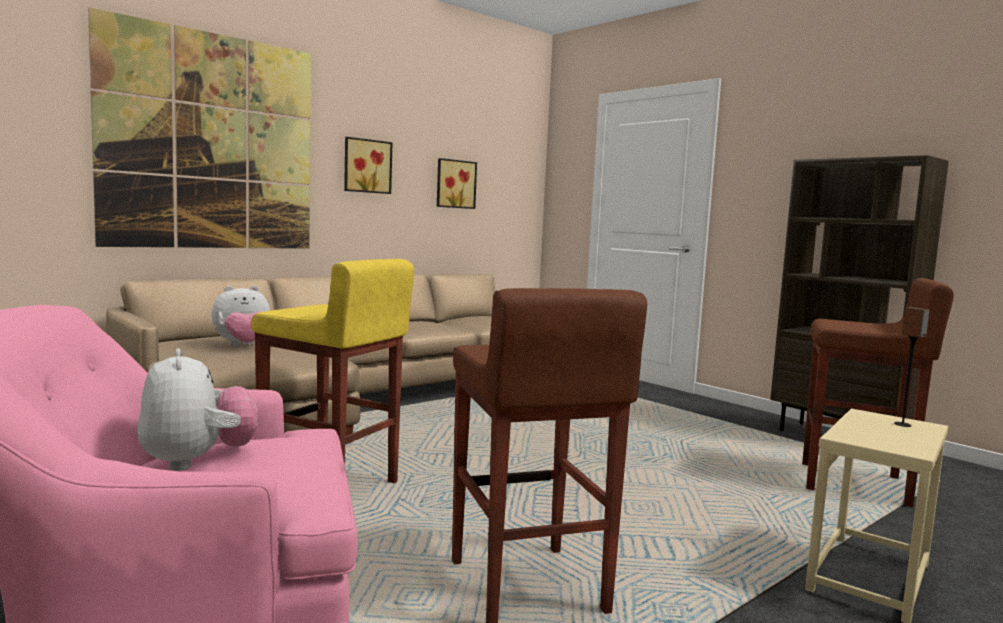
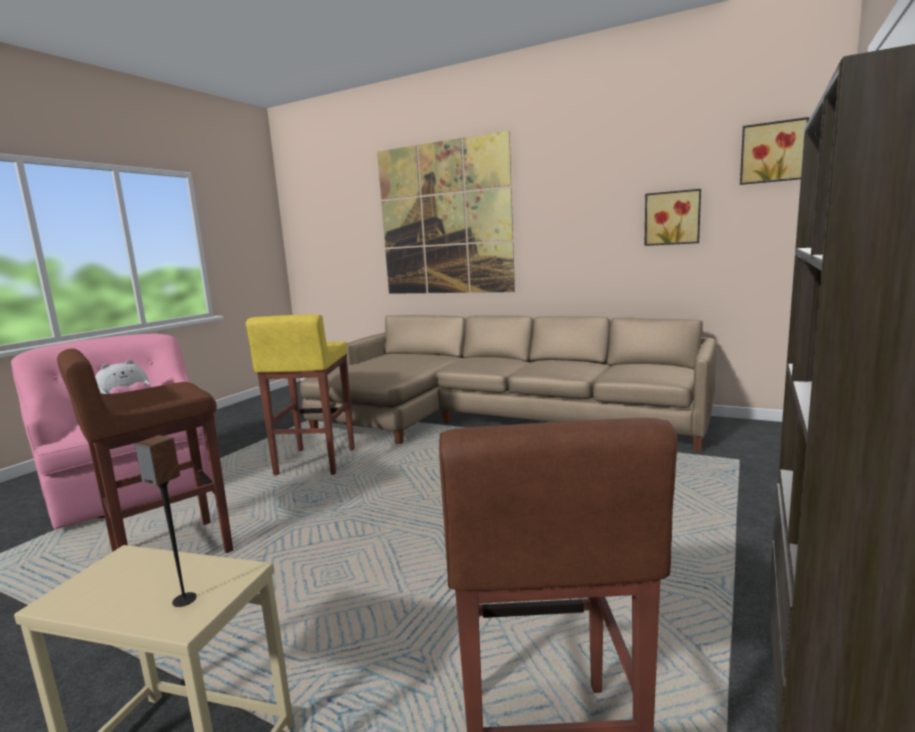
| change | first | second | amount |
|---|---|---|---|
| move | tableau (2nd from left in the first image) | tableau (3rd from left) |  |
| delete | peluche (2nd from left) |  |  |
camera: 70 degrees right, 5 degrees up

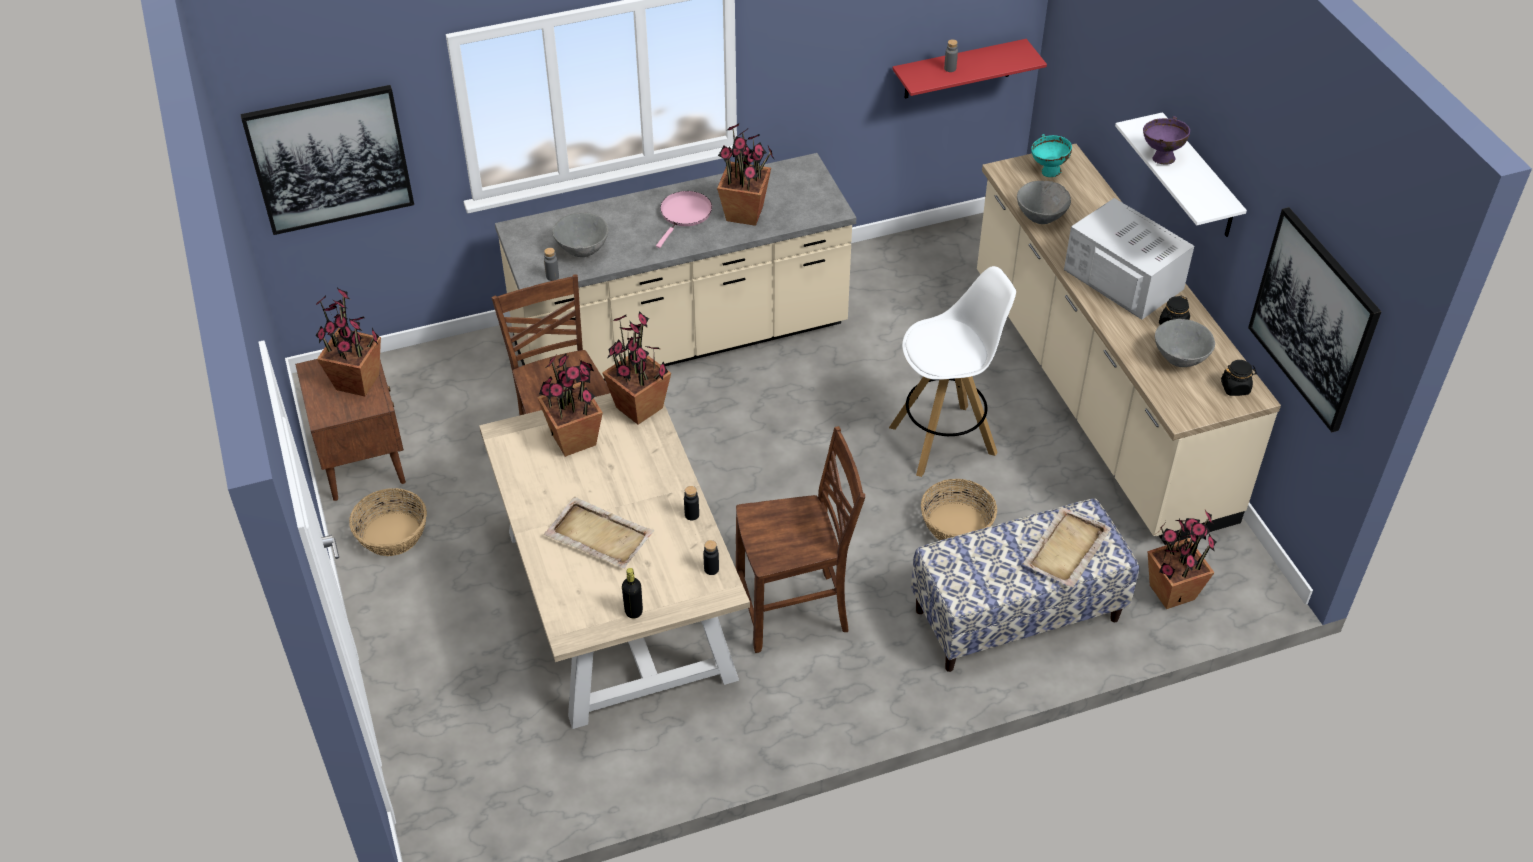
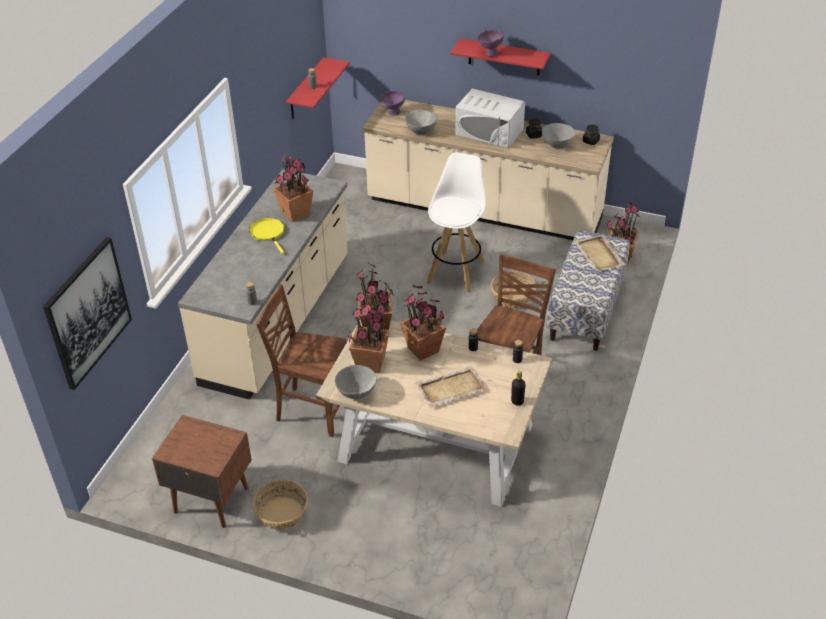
| change | first | second | amount |
|---|---|---|---|
| recolor | étagère (blanc) | étagère (rouge) (2nd from left) |  |
| recolor | bol (turquoise) | bol (violet) (1st from left) |  |
| recolor | poêle (rose) | poêle (jaune) |  |
| rotate | micro-ondes (blanc) |  | 150 degrees counterclockwise |
| delete | tableau (2nd from left) |  |  |
| move | bol (gris) (1st from left) |  |  |
| move | plante en pot (1st from left in the first image) | plante en pot (4th from left) |  |
camera: 50 degrees left, 5 degrees down

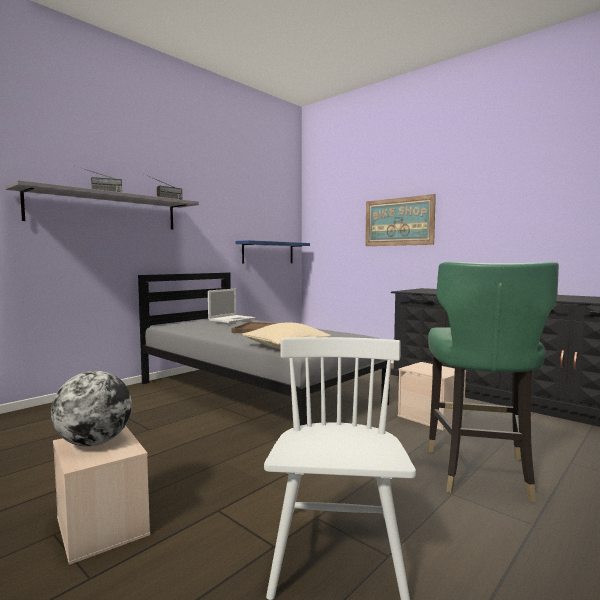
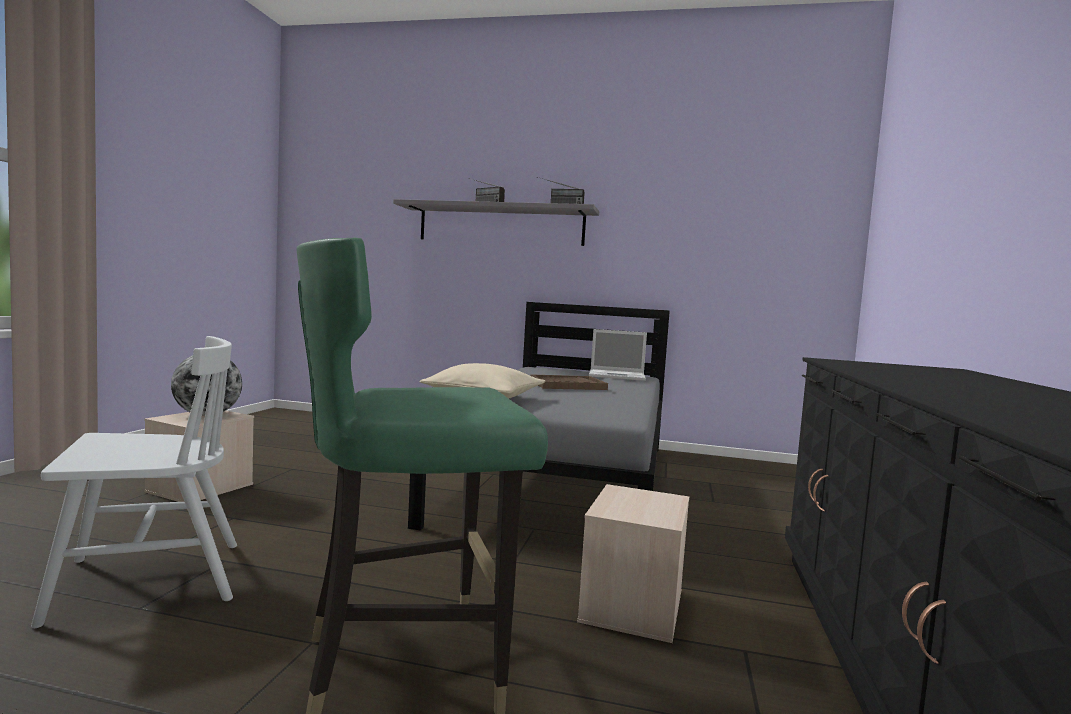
| change | first | second | amount |
|---|---|---|---|
| delete | tableau |  |  |
| delete | étagère (bleu) |  |  |
camera: 60 degrees right, 0 degrees up

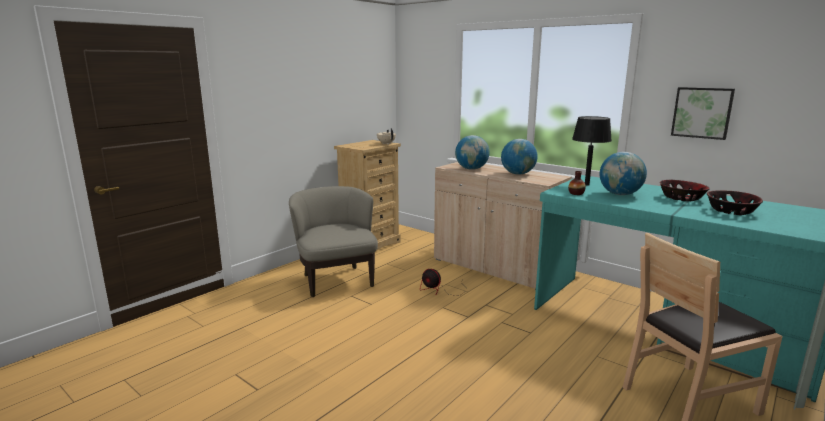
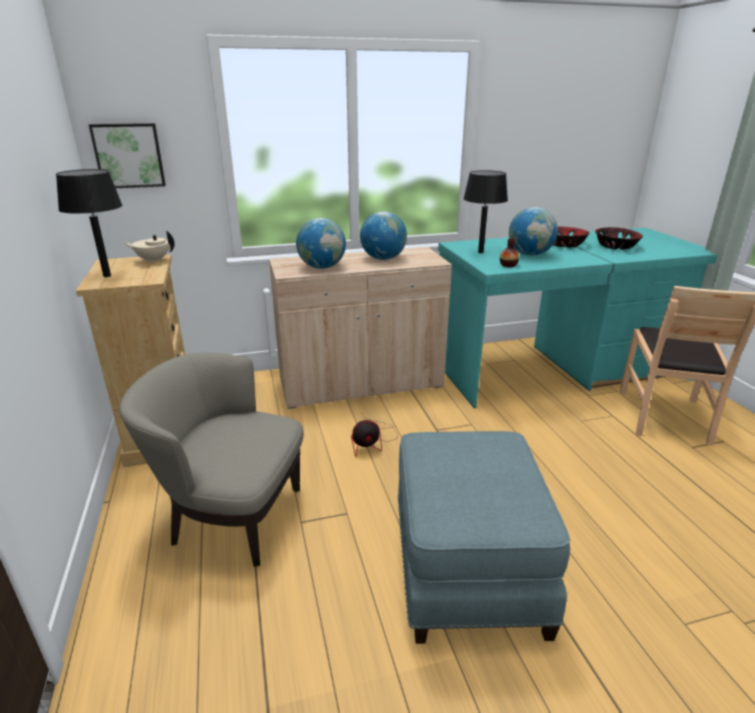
| change | first | second | amount |
|---|---|---|---|
| move | tableau |  |  |
| insert |  | lampe de table (noir) (1st from left) |  |
| insert |  | pouf (bleu) |  |
camera: 55 degrees left, 10 degrees up

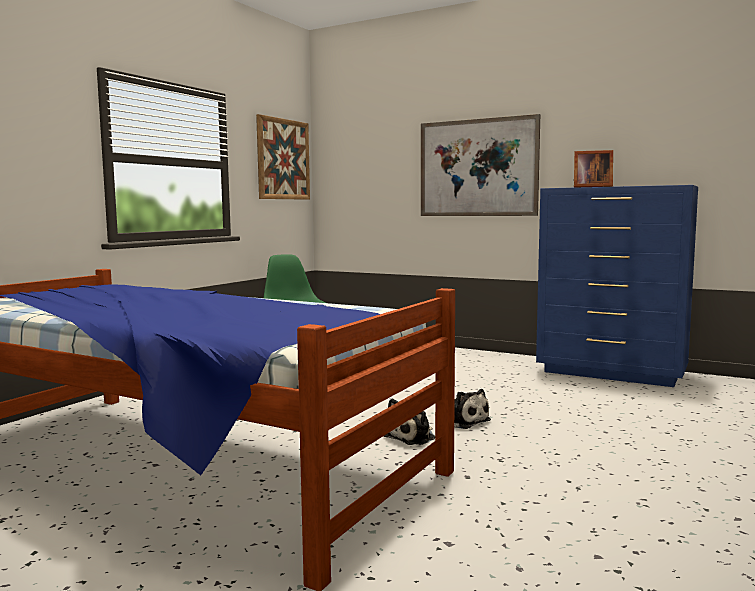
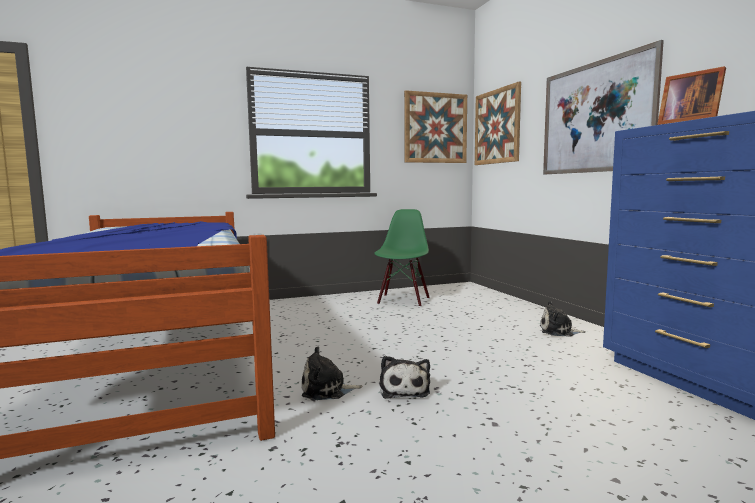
| change | first | second | amount |
|---|---|---|---|
| insert |  | tableau (2nd from left) |  |
| insert |  | peluche (3rd from left) |  |
camera: 40 degrees right, 0 degrees up

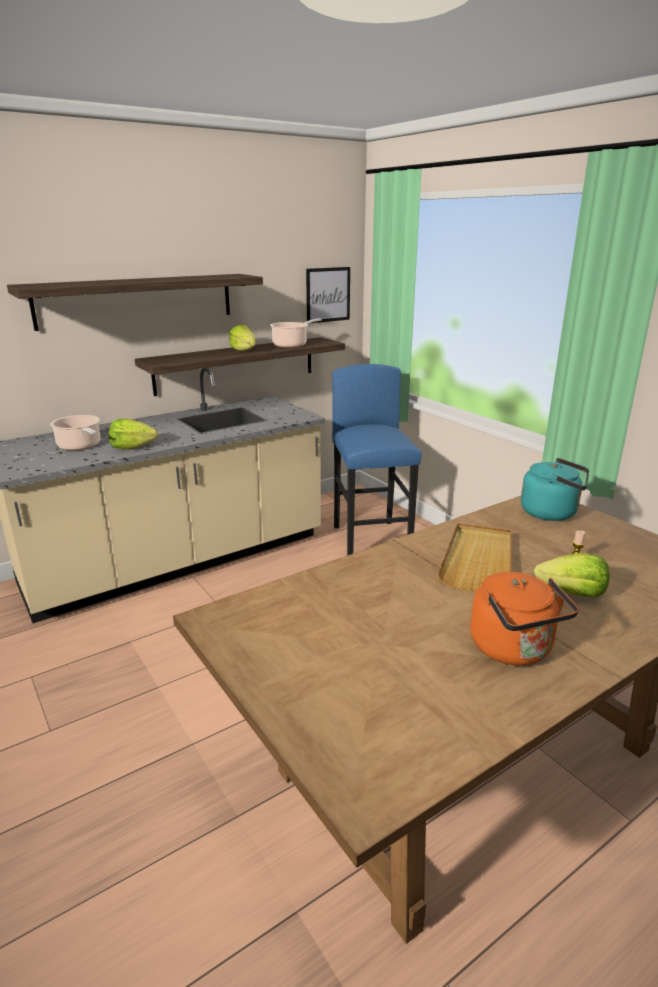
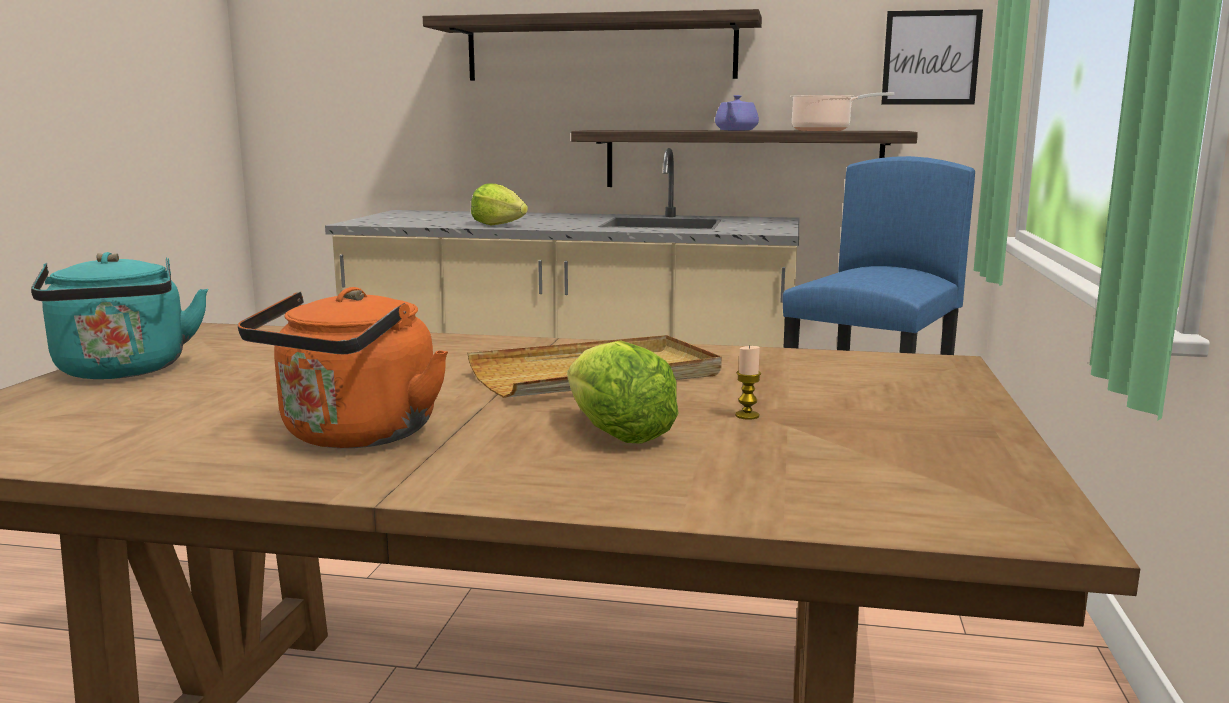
| change | first | second | amount |
|---|---|---|---|
| replace | laitue (2nd from left) | théière (violet) |  |
| delete | marmite (1st from left) |  |  |
| move | bouilloire (turquoise) |  |  |
camera: 45 degrees right, 10 degrees down

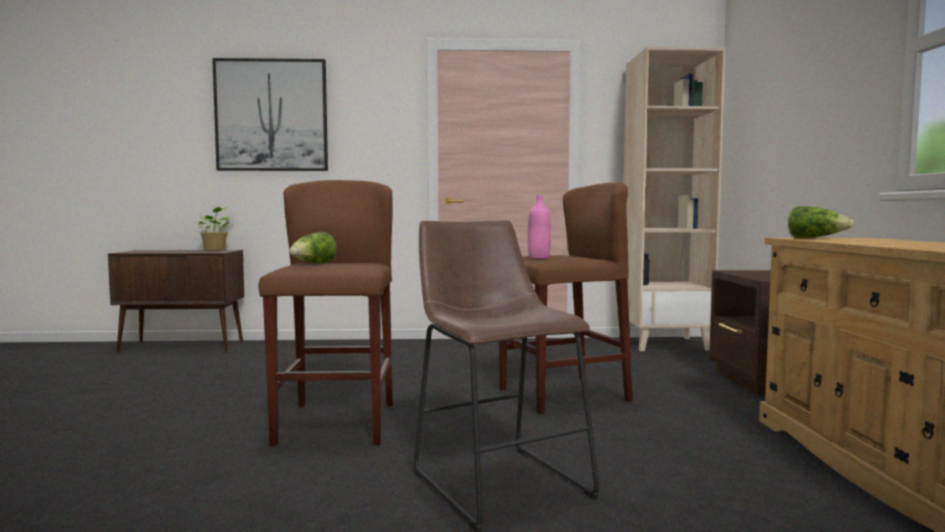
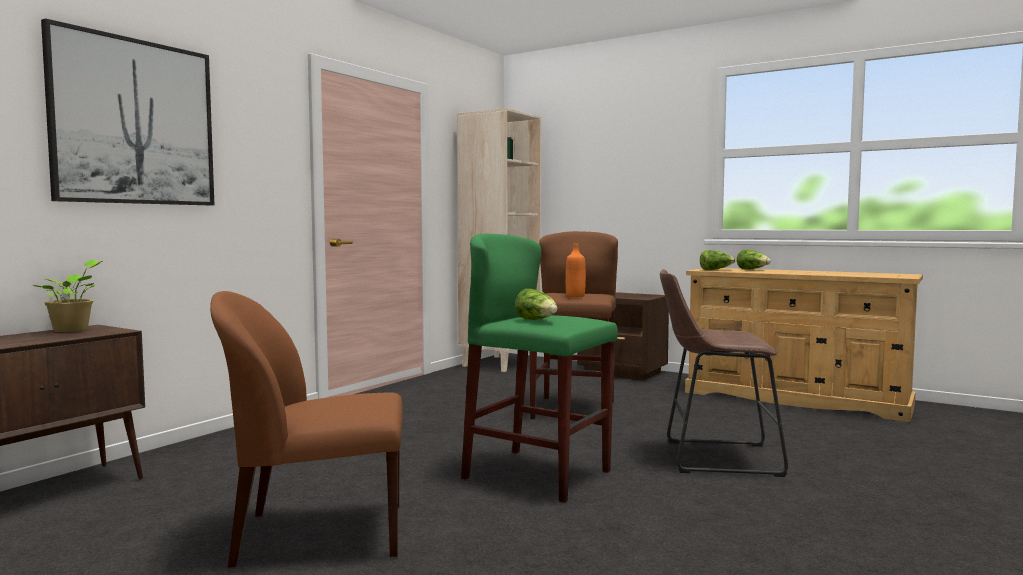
| change | first | second | amount |
|---|---|---|---|
| recolor | tabouret (marron) (1st from left) | tabouret (vert) |  |
| recolor | bouteille (rose) | bouteille (orange) |  |
| insert |  | laitue (3rd from left) |  |
| insert |  | chaise (marron) |  |
camera: 55 degrees left, 0 degrees up

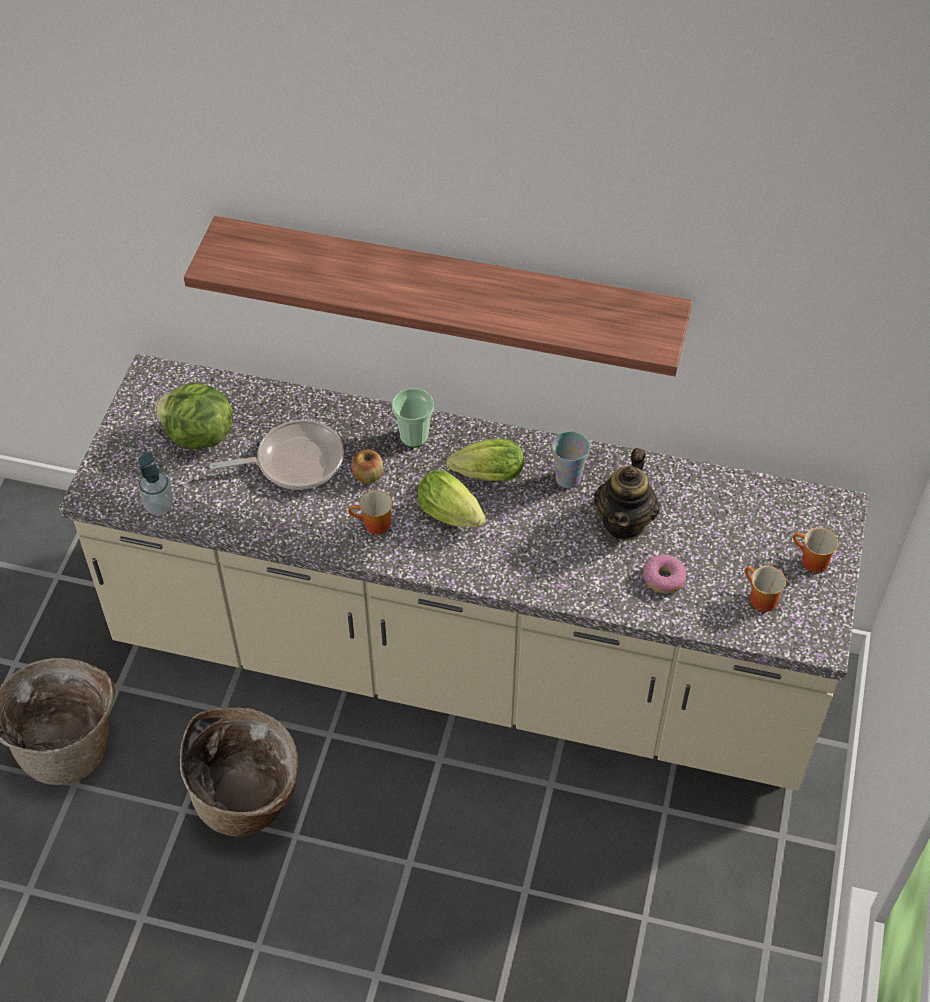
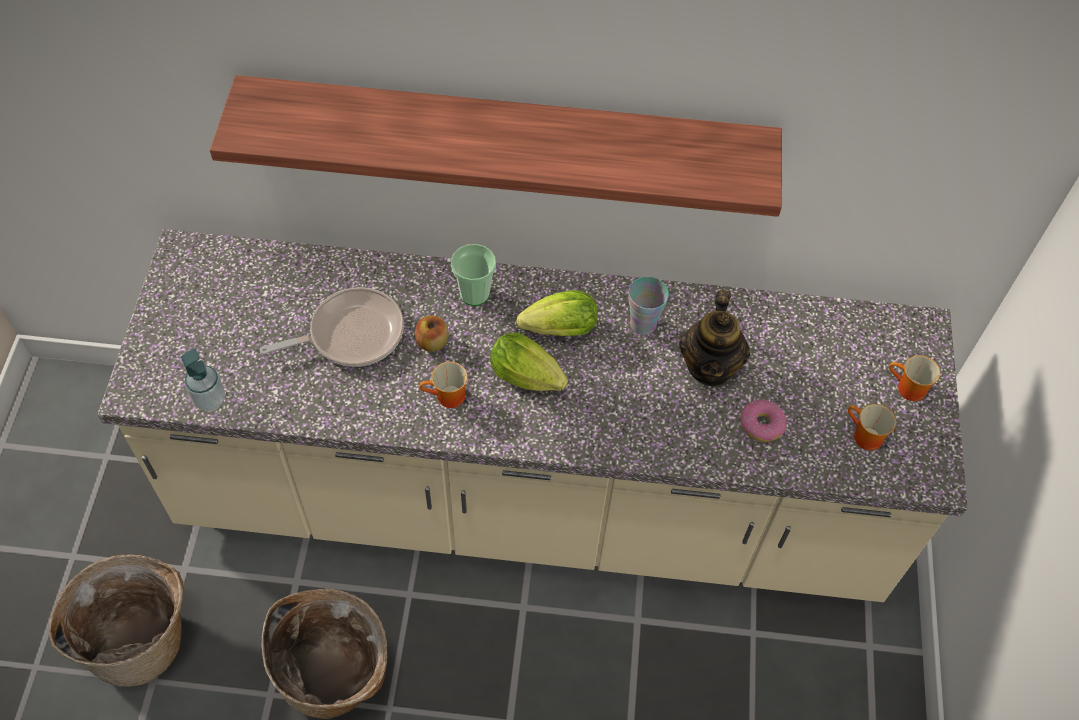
| change | first | second | amount |
|---|---|---|---|
| delete | laitue (1st from left) |  |  |
camera: 10 degrees left, 5 degrees up

